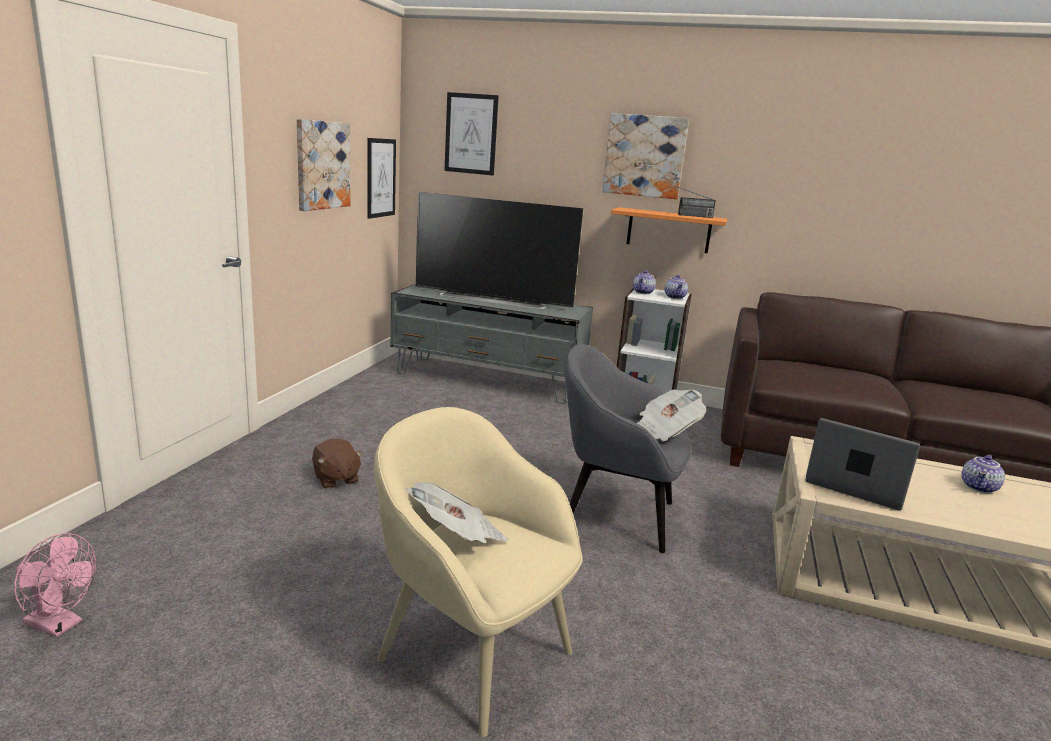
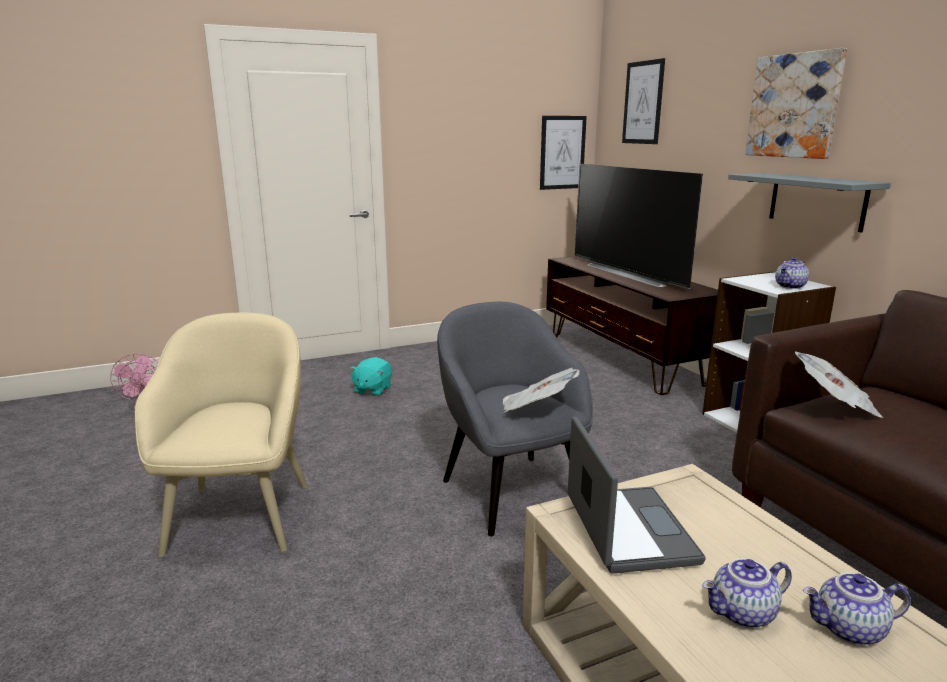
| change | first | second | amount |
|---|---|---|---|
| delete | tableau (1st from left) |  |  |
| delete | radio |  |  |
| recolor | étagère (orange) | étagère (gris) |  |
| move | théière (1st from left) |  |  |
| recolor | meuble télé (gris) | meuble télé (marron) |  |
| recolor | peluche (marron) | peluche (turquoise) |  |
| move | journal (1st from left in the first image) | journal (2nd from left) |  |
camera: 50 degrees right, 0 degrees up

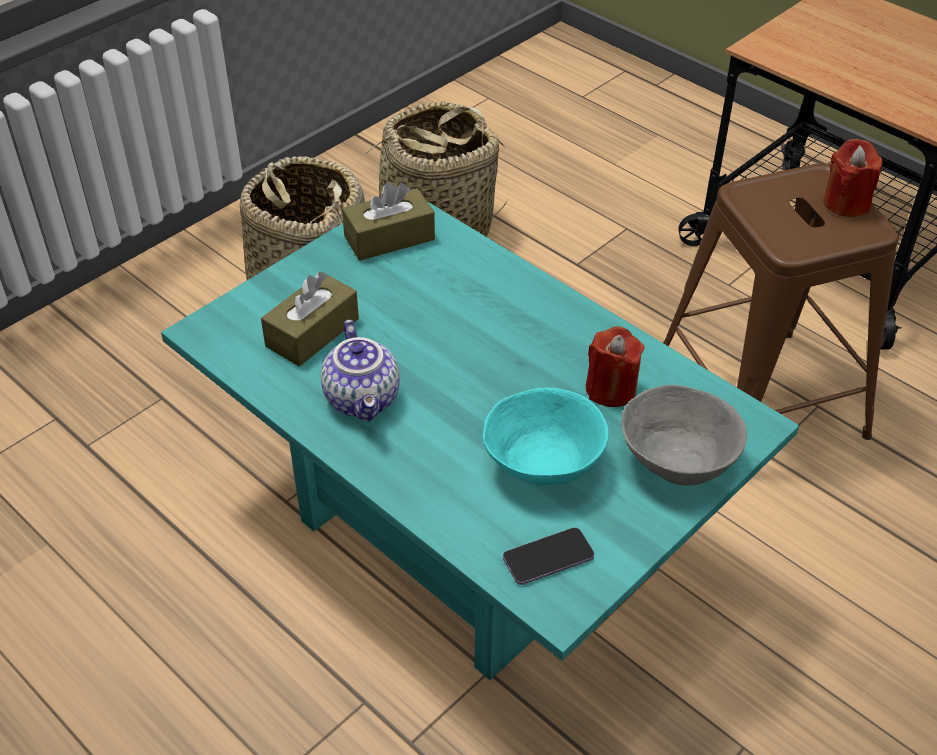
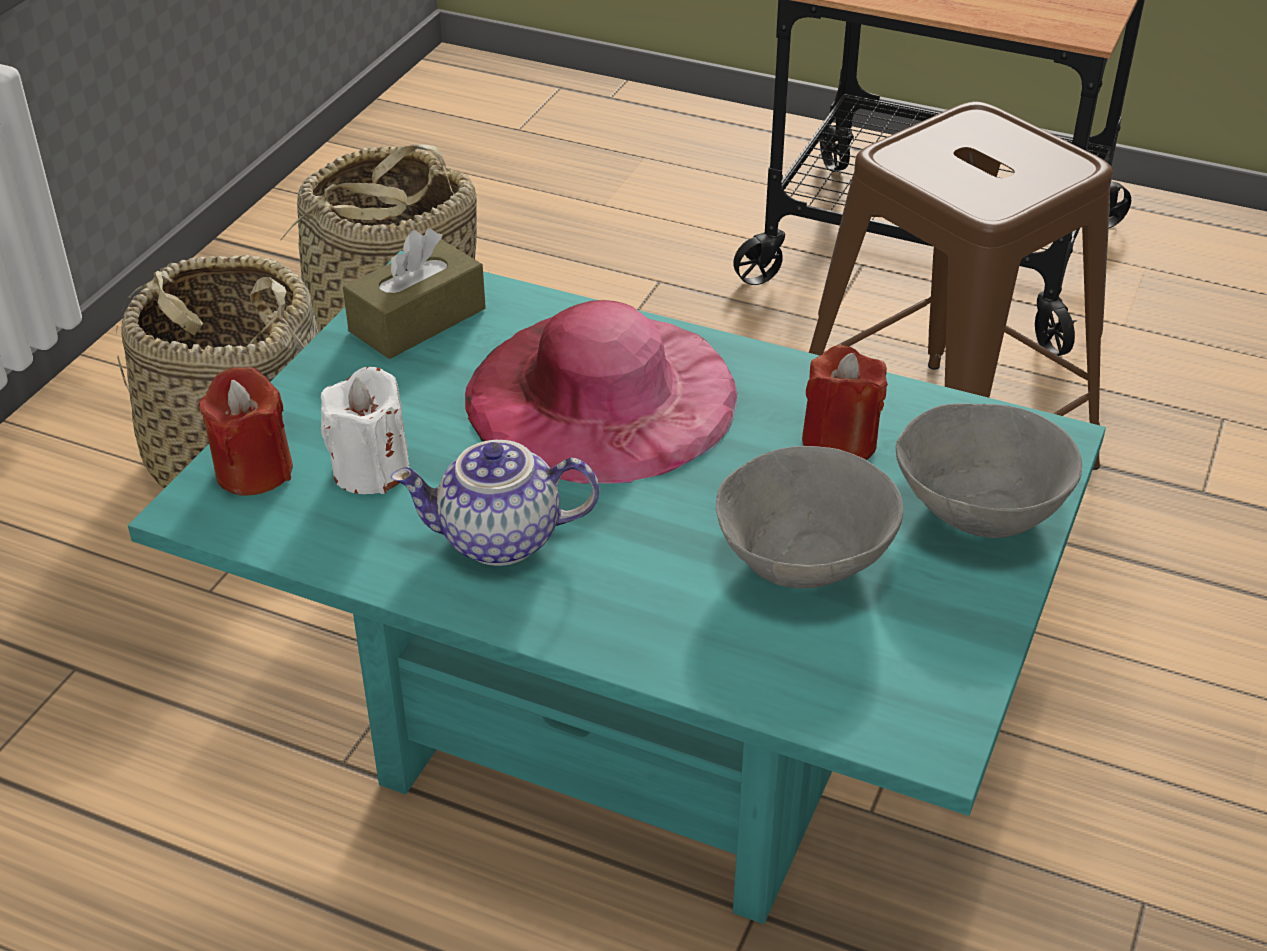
| change | first | second | amount |
|---|---|---|---|
| move | bougie (rouge) (2nd from left in the first image) | bougie (rouge) (1st from left) |  |
| replace | boîte à mouchoirs (marron) (1st from left) | bougie (blanc) |  |
| rotate | théière |  | 120 degrees clockwise |
| recolor | bol (turquoise) | bol (gris) (1st from left) |  |
| delete | téléphone |  |  |
| insert |  | chapeau (rose) |  |
camera: 20 degrees left, 5 degrees down

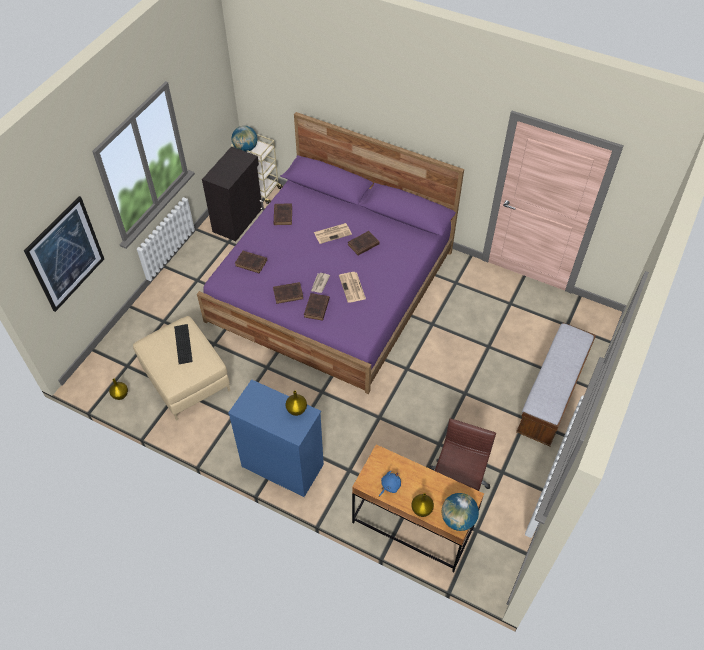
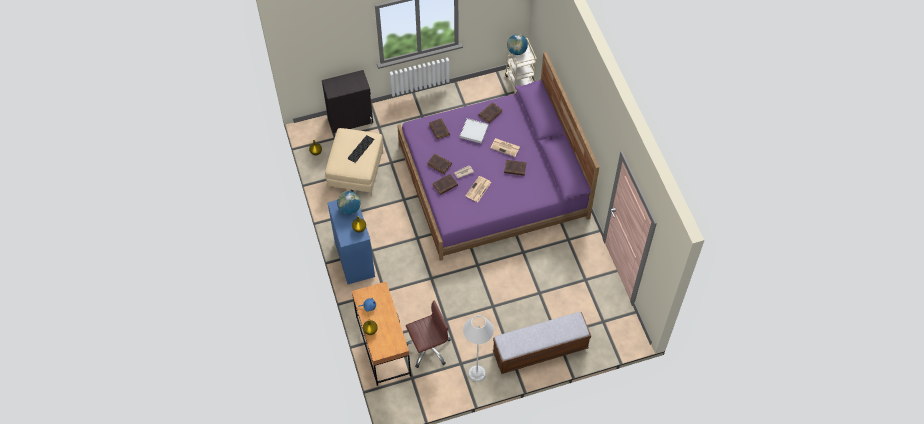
| change | first | second | amount |
|---|---|---|---|
| move | meuble de rangement (noir) |  |  |
| delete | tableau |  |  |
| move | globe (2nd from left in the first image) | globe (1st from left) |  |
| insert |  | plateau (blanc) |  |
| insert |  | lampadaire (gris) |  |
camera: 45 degrees right, 5 degrees up

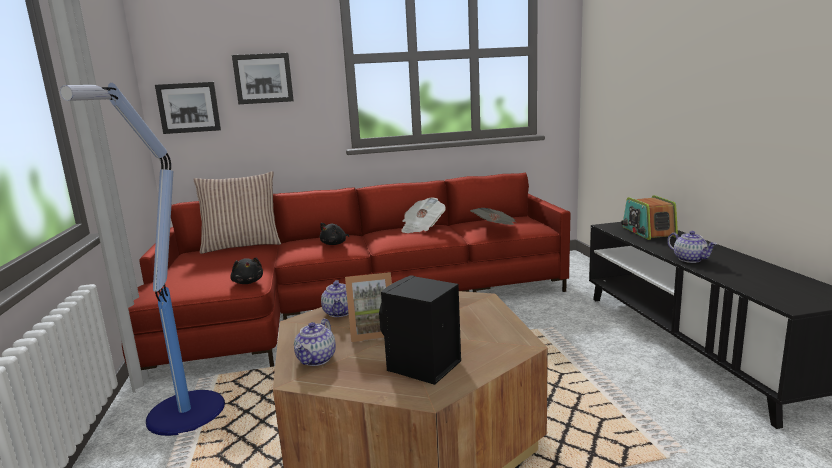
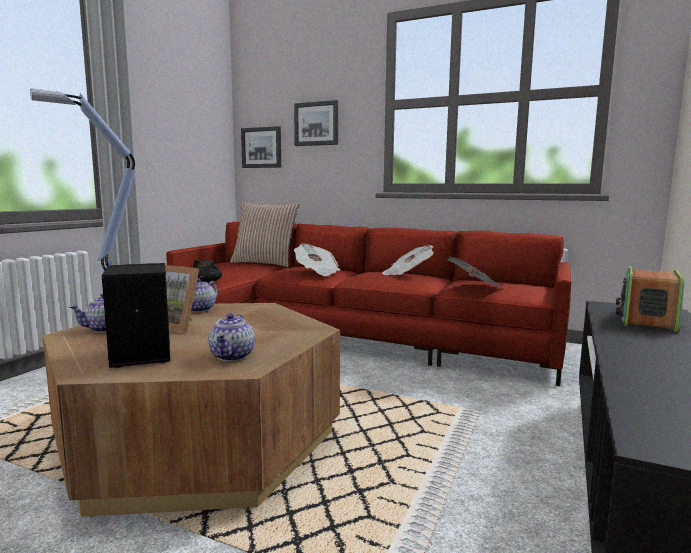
| change | first | second | amount |
|---|---|---|---|
| replace | peluche (noir) (2nd from left) | journal (1st from left) |  |
| move | théière (3rd from left) |  |  |
camera: 35 degrees right, 5 degrees down

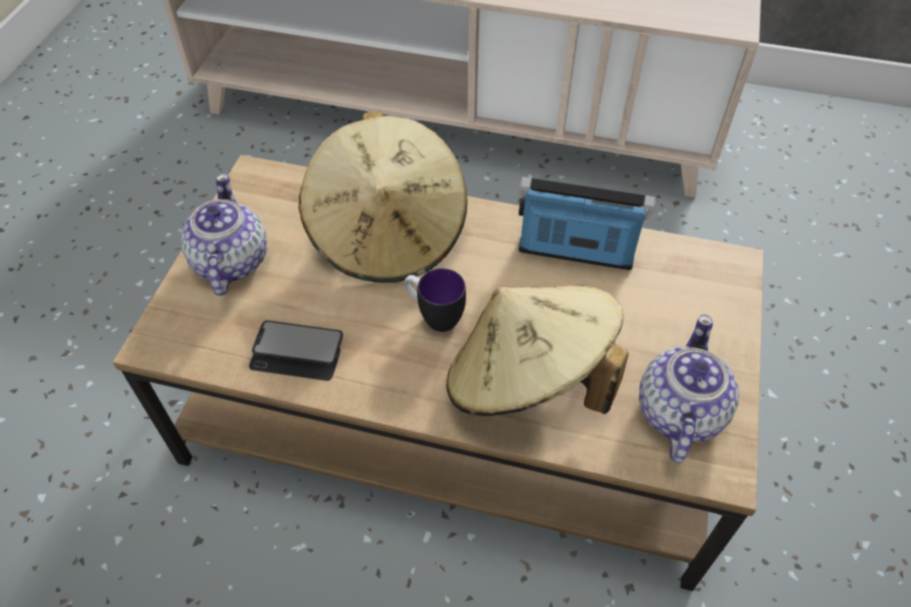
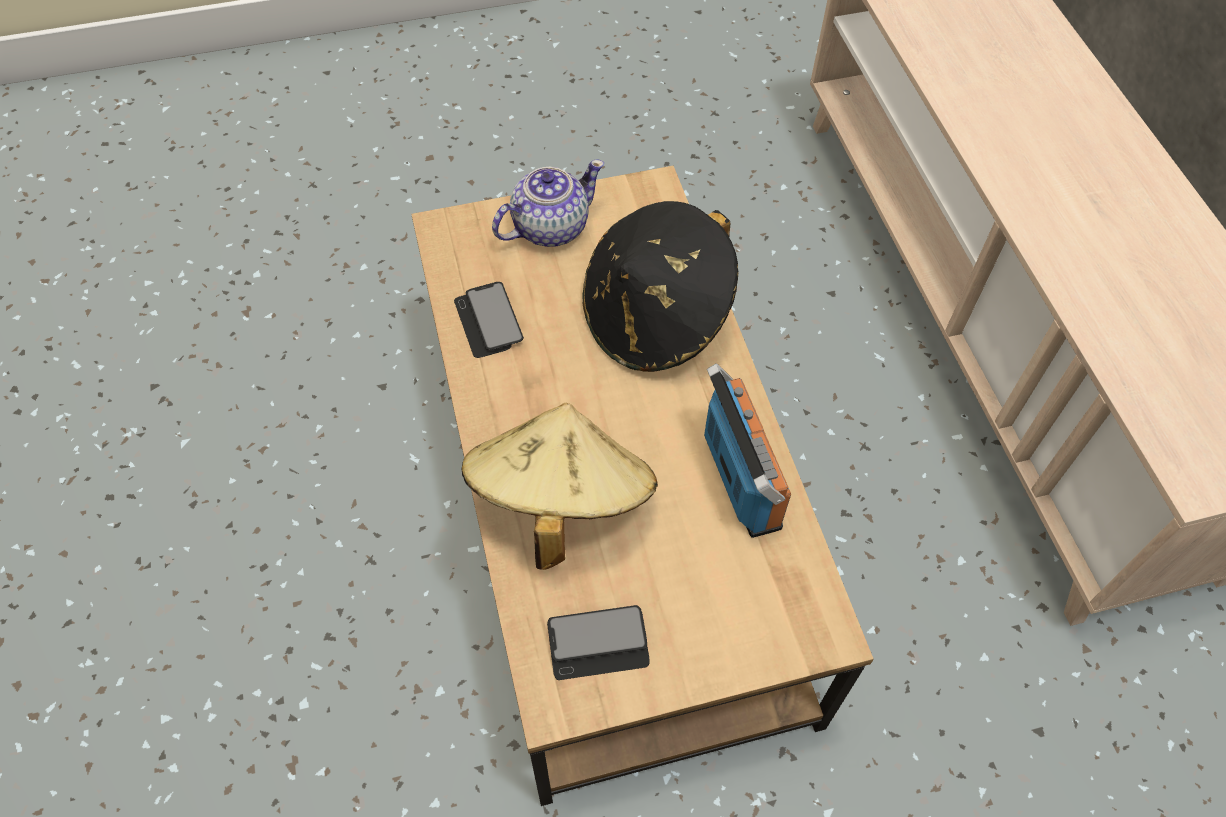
| change | first | second | amount |
|---|---|---|---|
| recolor | chapeau (beige) (1st from left) | chapeau (noir) |  |
| delete | mug |  |  |
| replace | théière (2nd from left) | téléphone (2nd from left) |  |
camera: 60 degrees right, 5 degrees up

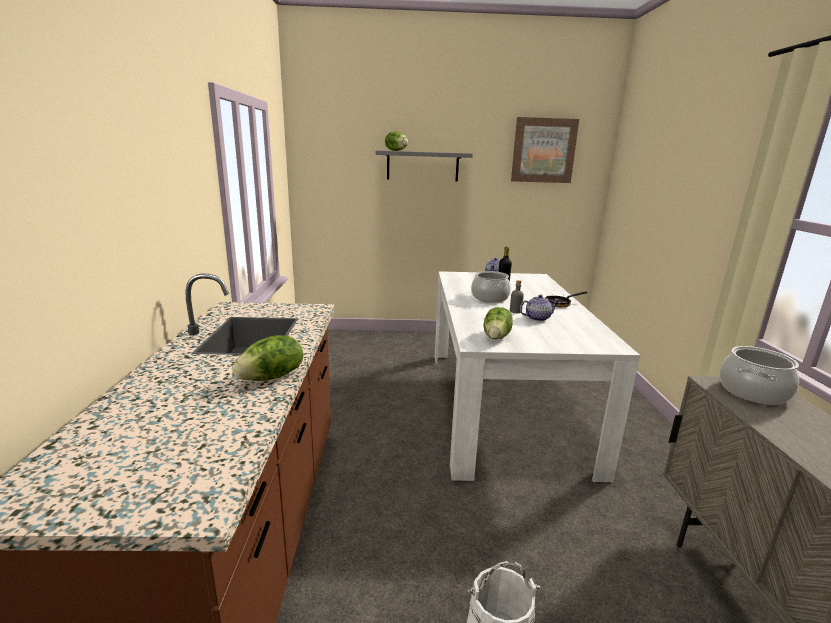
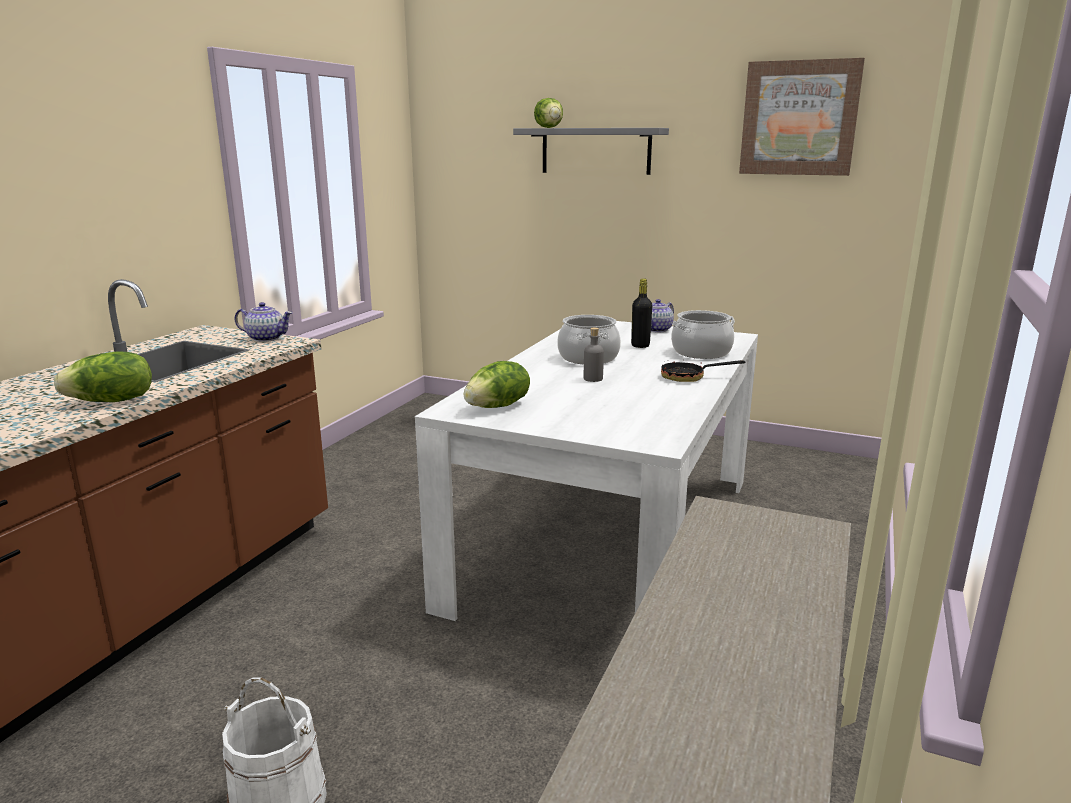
| change | first | second | amount |
|---|---|---|---|
| move | théière (2nd from left in the first image) | théière (1st from left) |  |
| move | marmite (2nd from left) |  |  |
camera: 25 degrees right, 0 degrees up

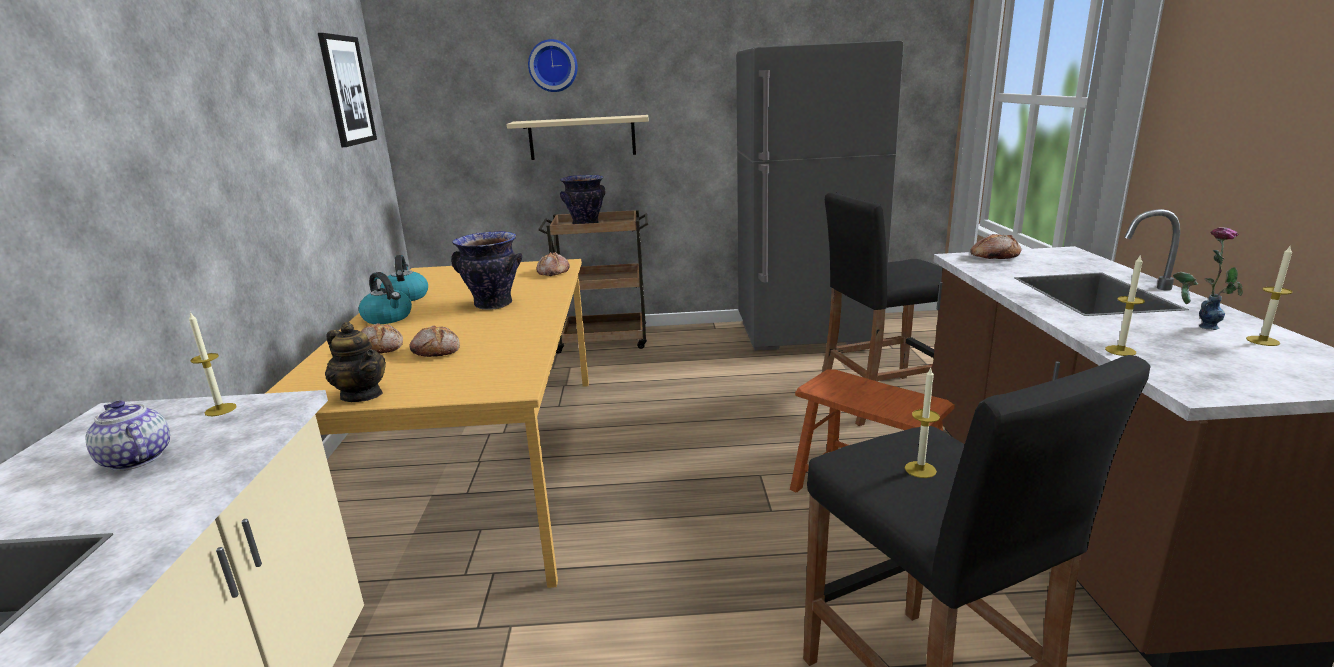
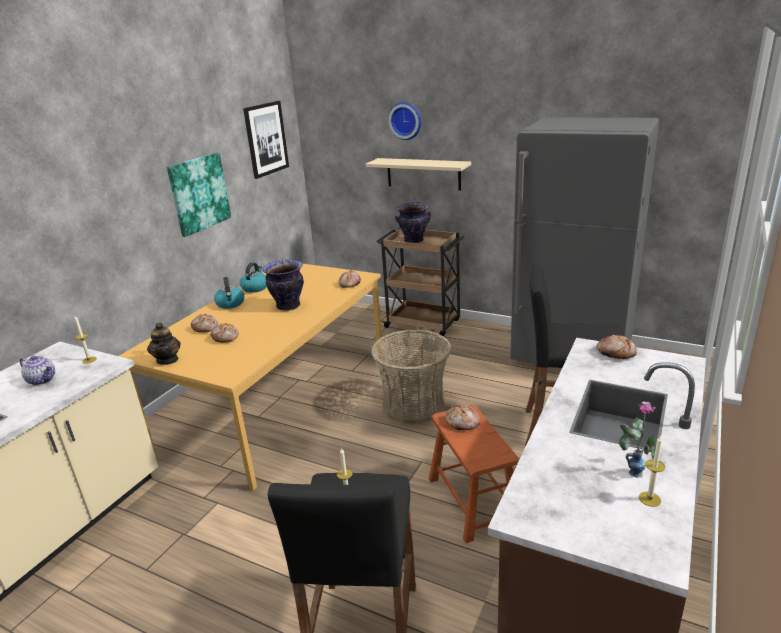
| change | first | second | amount |
|---|---|---|---|
| delete | bougie (3rd from left) |  |  |
| rotate | théière (1st from left) |  | 135 degrees clockwise |
| insert |  | tableau (1st from left) |  |
| insert |  | panier |  |
| insert |  | pain (4th from left) |  |
camera: 30 degrees right, 5 degrees up

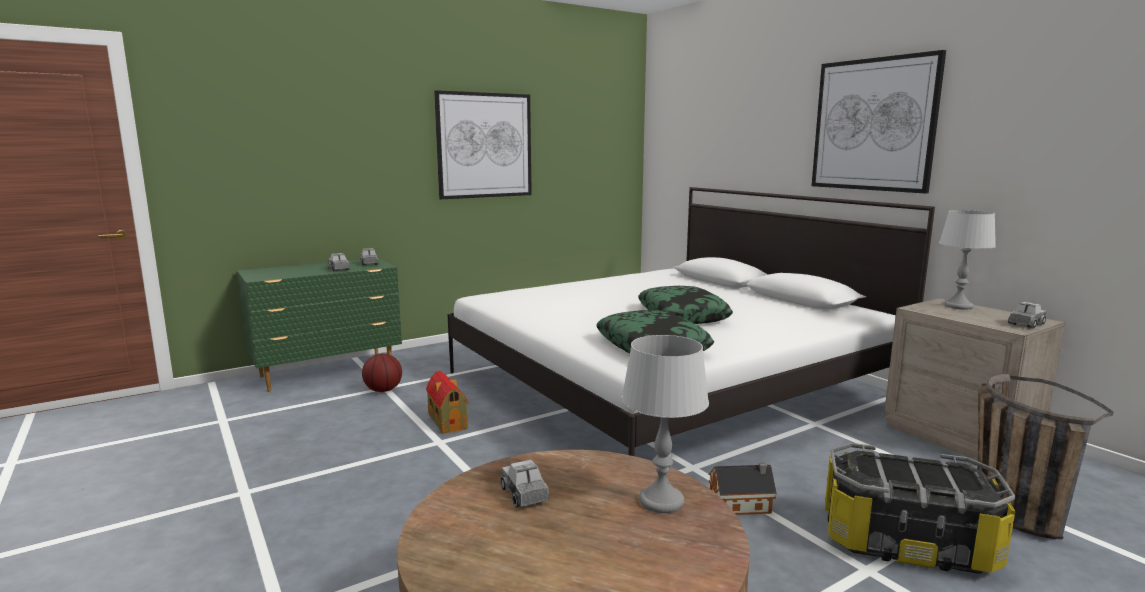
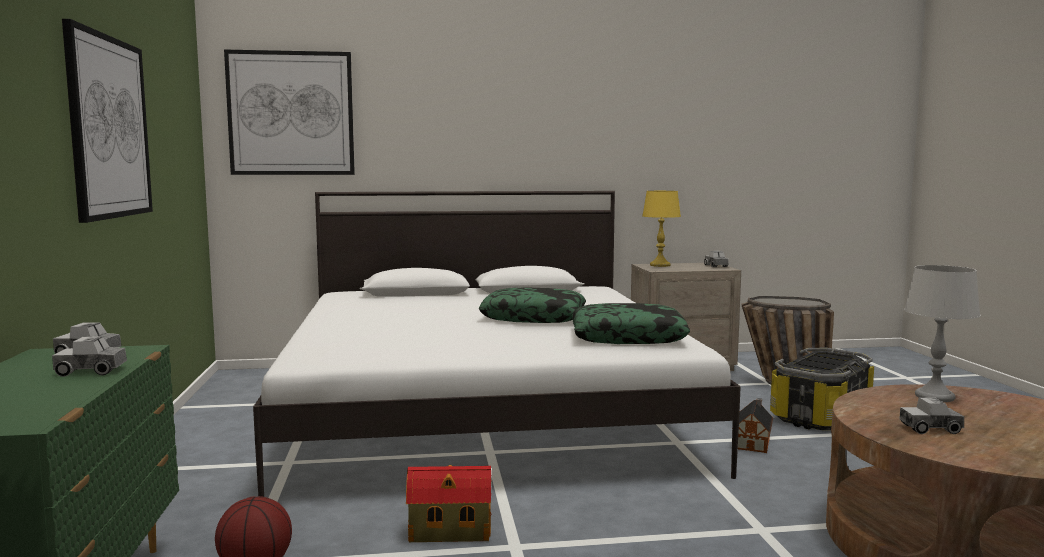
| change | first | second | amount |
|---|---|---|---|
| move | tableau (2nd from left) |  |  |
| recolor | lampe de table (gris) (2nd from left) | lampe de table (jaune) |  |
camera: 65 degrees left, 5 degrees down

